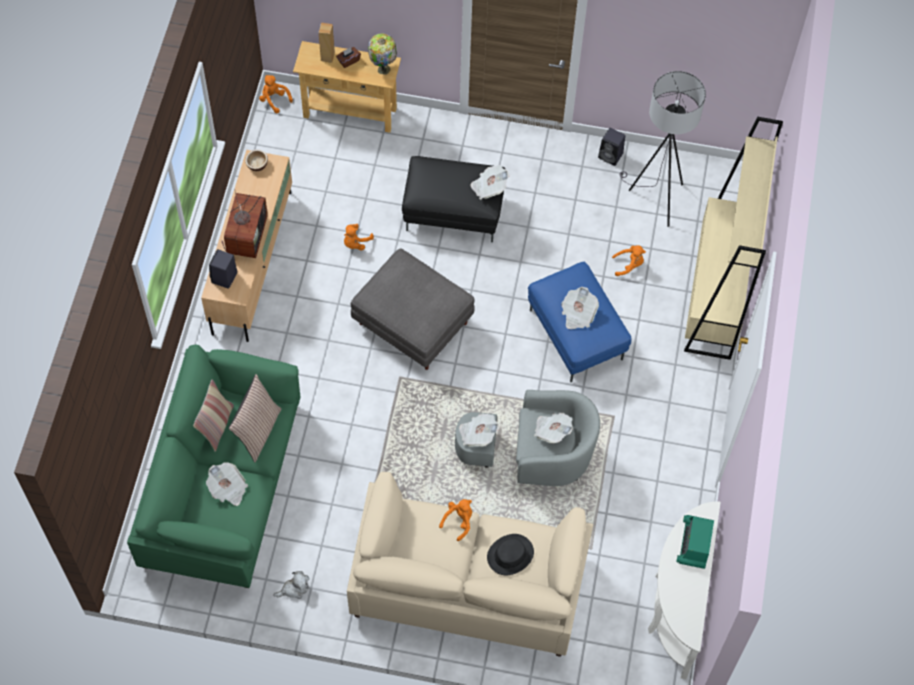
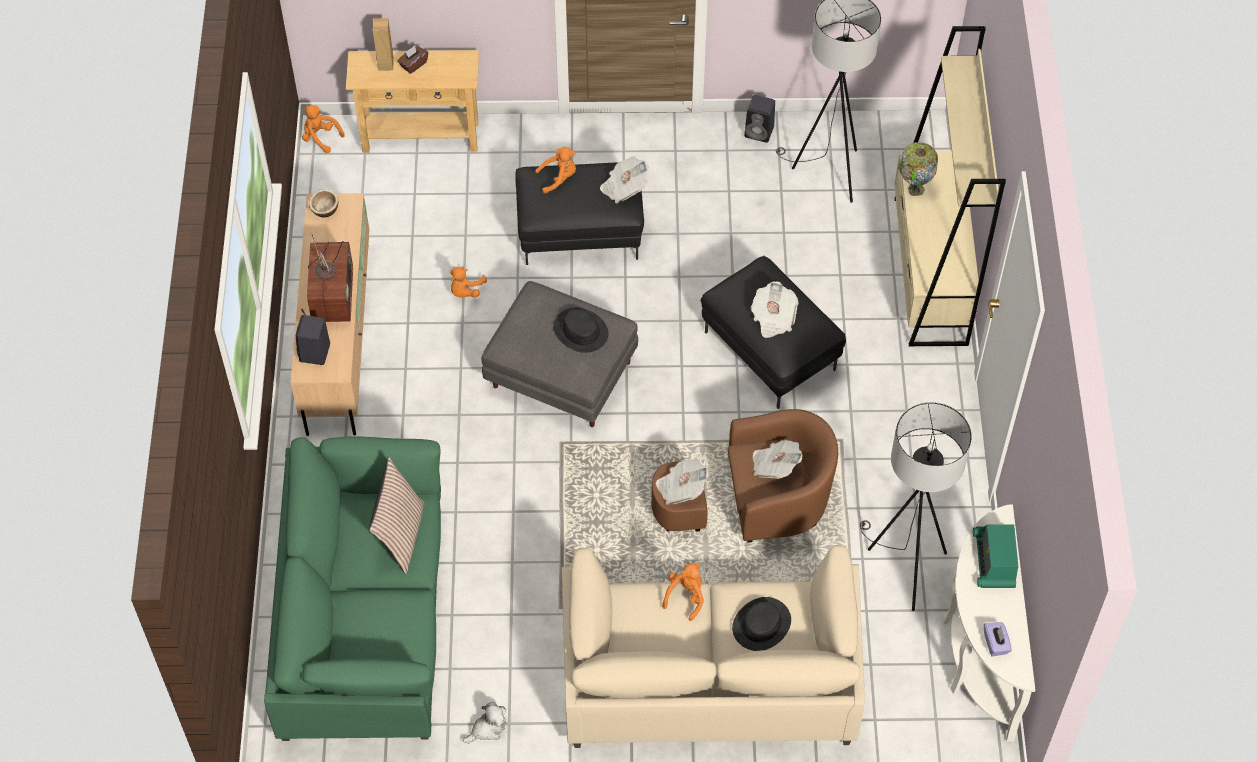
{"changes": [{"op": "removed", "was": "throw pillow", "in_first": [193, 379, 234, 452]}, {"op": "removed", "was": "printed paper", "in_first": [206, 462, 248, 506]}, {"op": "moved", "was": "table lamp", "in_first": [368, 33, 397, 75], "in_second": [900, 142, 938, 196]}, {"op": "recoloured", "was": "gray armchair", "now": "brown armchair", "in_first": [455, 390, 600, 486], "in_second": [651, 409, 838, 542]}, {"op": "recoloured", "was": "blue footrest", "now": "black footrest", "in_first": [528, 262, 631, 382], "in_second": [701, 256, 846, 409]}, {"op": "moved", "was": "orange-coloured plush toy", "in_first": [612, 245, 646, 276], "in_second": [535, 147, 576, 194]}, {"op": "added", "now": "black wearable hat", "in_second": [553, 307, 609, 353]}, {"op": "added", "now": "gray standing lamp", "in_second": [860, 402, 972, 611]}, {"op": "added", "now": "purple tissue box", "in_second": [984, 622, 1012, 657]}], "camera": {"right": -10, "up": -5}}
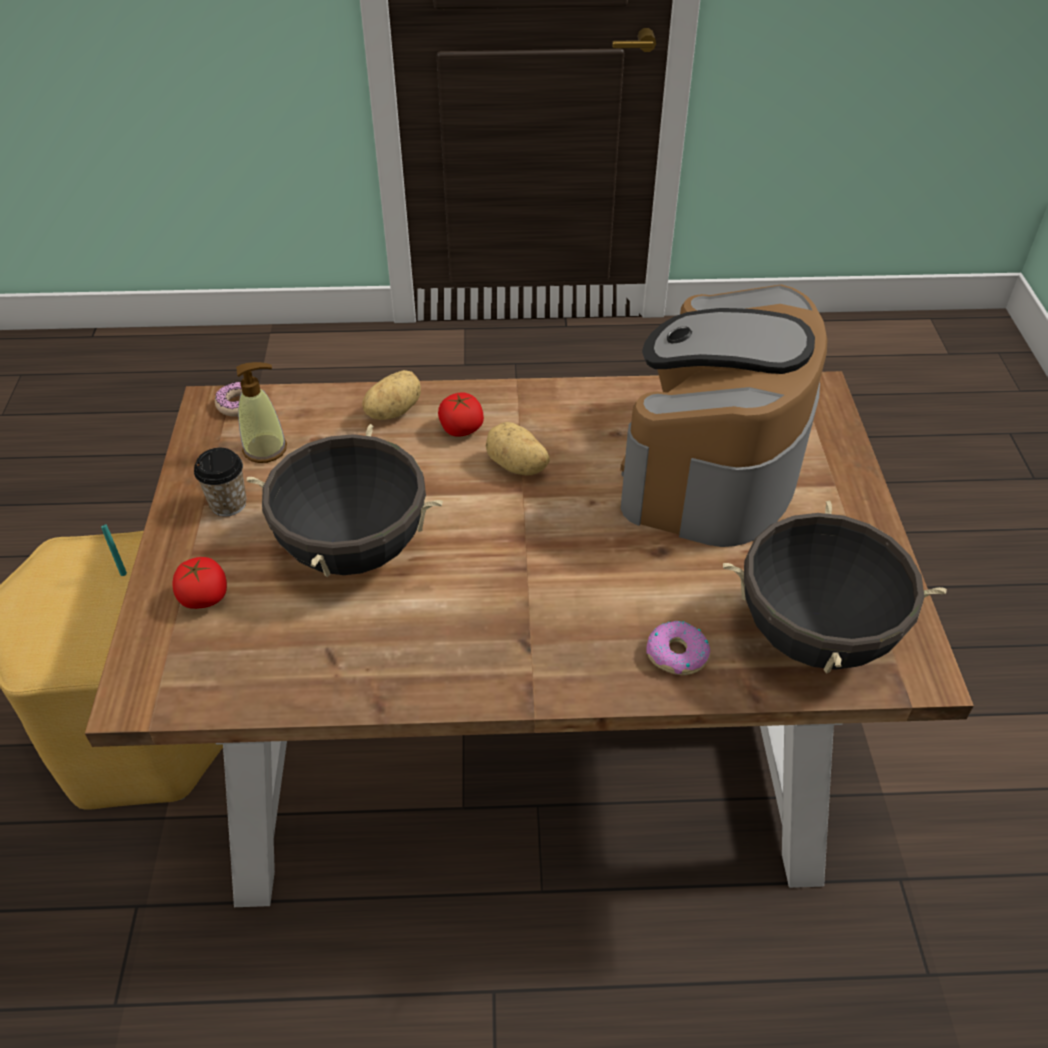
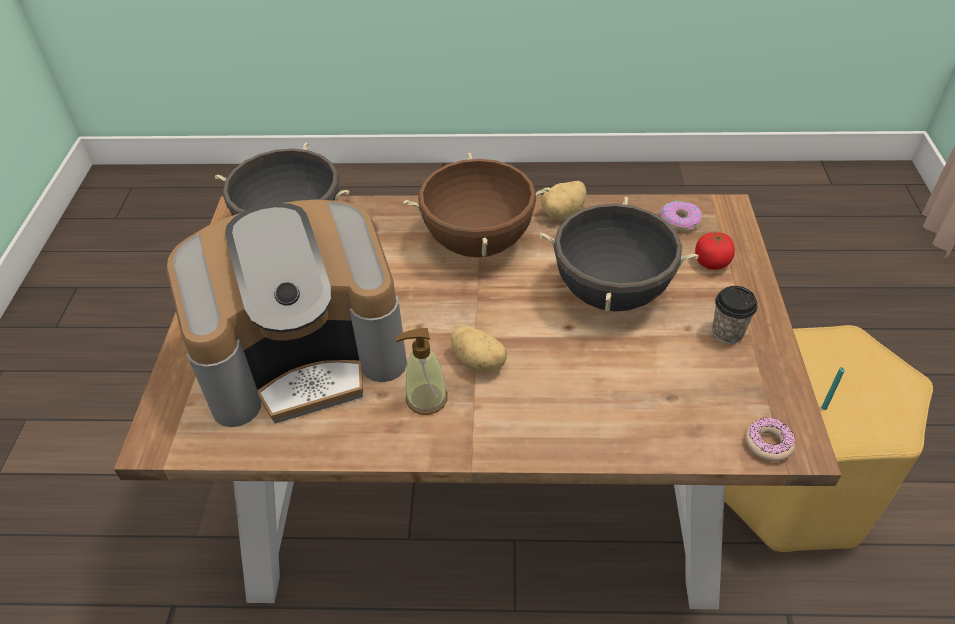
{"changes": [{"op": "moved", "was": "soap dispenser", "in_first": [236, 362, 287, 463], "in_second": [395, 328, 448, 415]}, {"op": "moved", "was": "spud", "in_first": [362, 370, 421, 420], "in_second": [541, 181, 587, 220]}, {"op": "removed", "was": "whole tomato", "in_first": [438, 392, 484, 437]}, {"op": "turned", "was": "coffee machine", "in_first": [620, 284, 827, 547], "in_second": [166, 200, 407, 427], "clockwise": 45}, {"op": "moved", "was": "donut", "in_first": [646, 621, 711, 675], "in_second": [660, 200, 702, 231]}, {"op": "added", "now": "brown saucepot", "in_second": [404, 152, 550, 257]}], "camera": {"right": -175, "up": 0}}
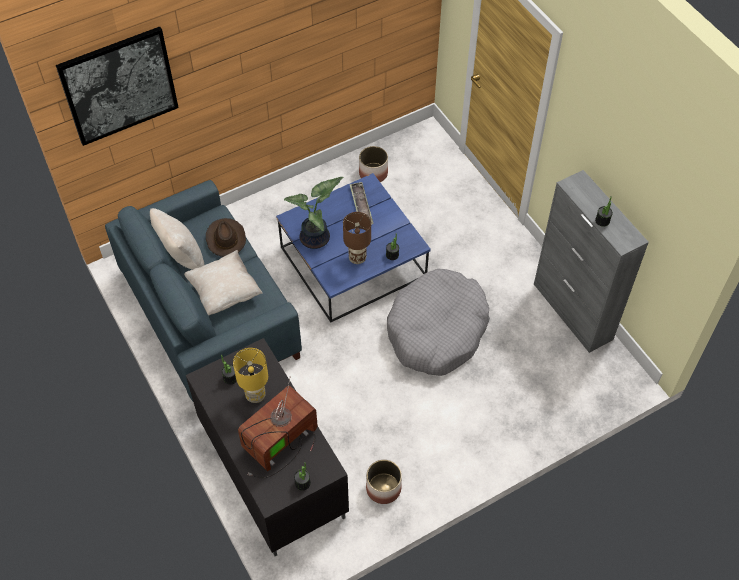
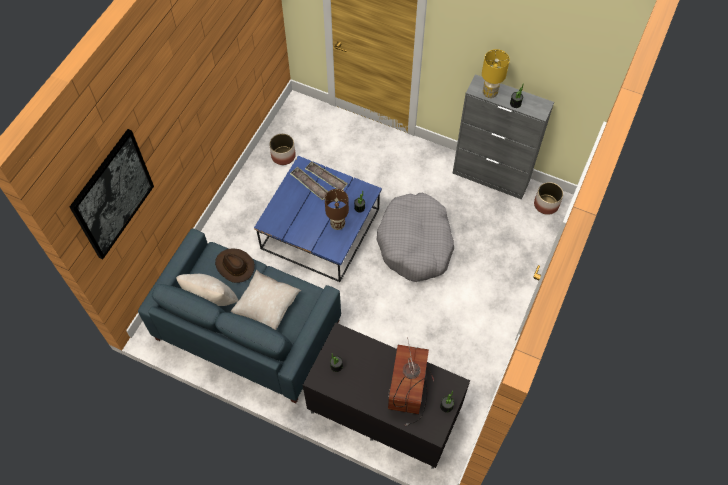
{"changes": [{"op": "moved", "was": "yellow-coloured table lamp", "in_first": [233, 348, 268, 403], "in_second": [482, 49, 510, 98]}, {"op": "removed", "was": "potted plant", "in_first": [284, 177, 343, 249]}, {"op": "moved", "was": "flower pot", "in_first": [366, 460, 402, 504], "in_second": [534, 182, 563, 215]}, {"op": "added", "now": "tray", "in_second": [305, 161, 348, 190]}], "camera": {"right": -35, "up": 5}}
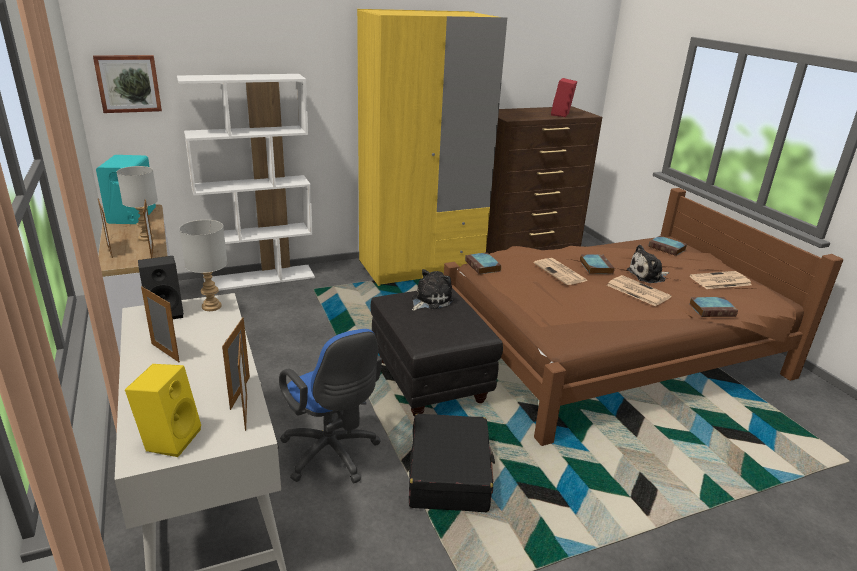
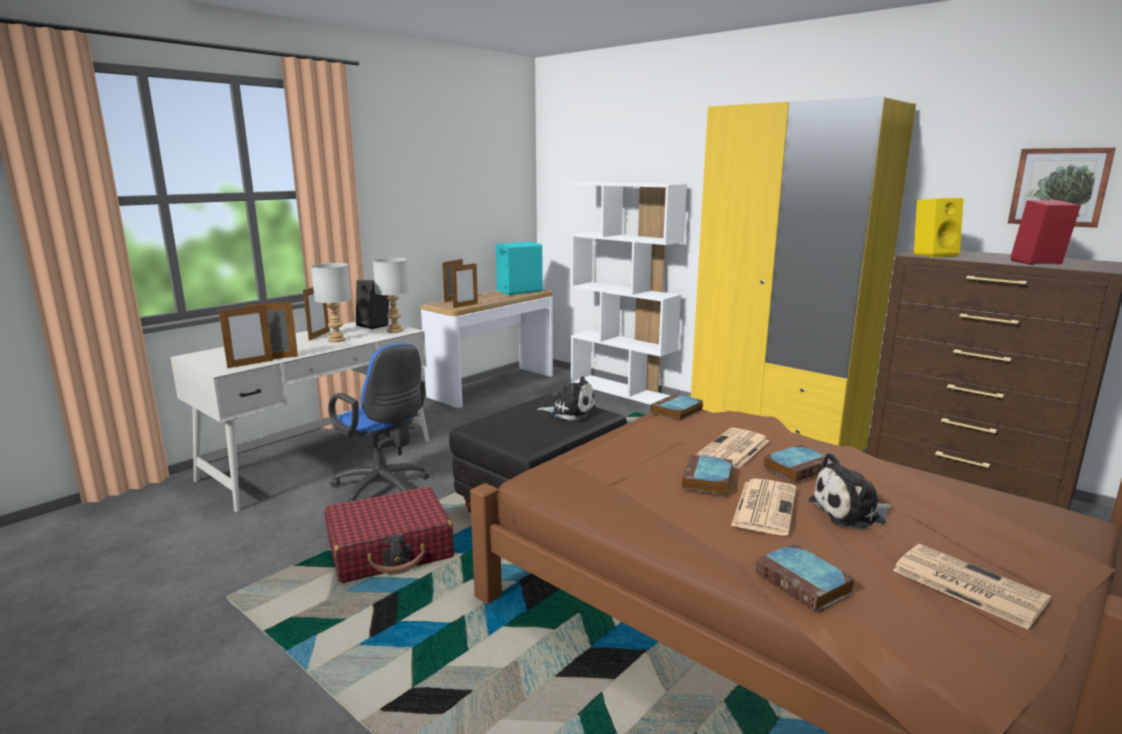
{"changes": [{"op": "moved", "was": "wall art", "in_first": [93, 55, 162, 113], "in_second": [1008, 148, 1116, 228]}, {"op": "moved", "was": "gray table lamp", "in_first": [117, 166, 158, 241], "in_second": [311, 263, 351, 342]}, {"op": "moved", "was": "yellow-coloured speaker", "in_first": [125, 364, 201, 457], "in_second": [914, 198, 964, 258]}, {"op": "turned", "was": "blue computer chair", "in_first": [279, 329, 382, 483], "in_second": [328, 344, 430, 502], "clockwise": -75}, {"op": "recoloured", "was": "black suitcase", "now": "red-coloured suitcase", "in_first": [409, 414, 495, 512], "in_second": [324, 487, 454, 583]}, {"op": "turned", "was": "plush toy", "in_first": [627, 245, 669, 283], "in_second": [809, 453, 892, 529], "clockwise": -60}, {"op": "moved", "was": "volume", "in_first": [648, 236, 687, 256], "in_second": [682, 454, 733, 495]}], "camera": {"right": 65, "up": -10}}
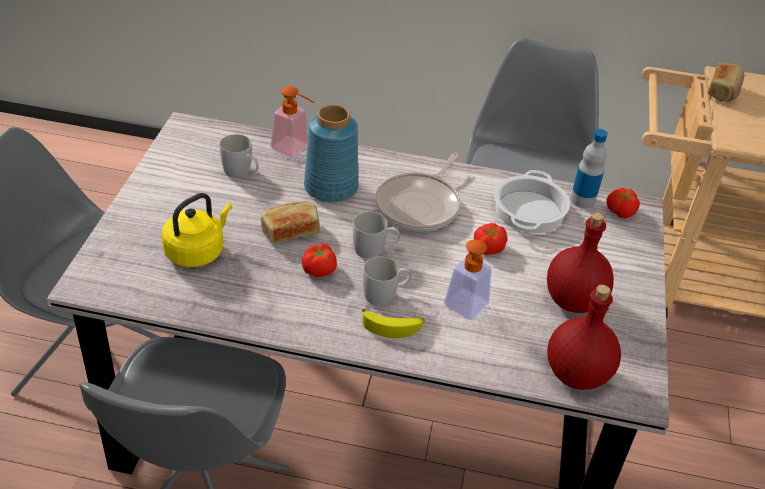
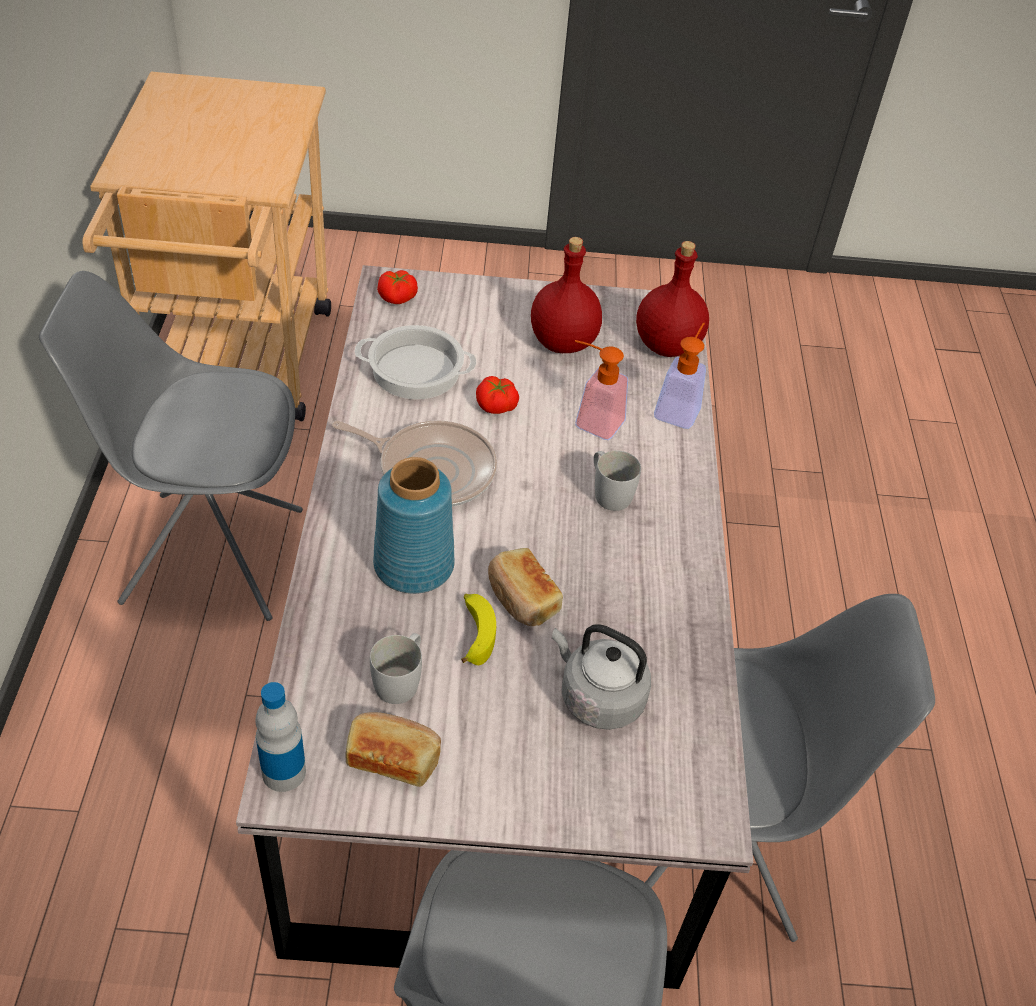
{"changes": [{"op": "recoloured", "was": "yellow-coloured tea kettle", "now": "gray tea kettle", "in_first": [162, 193, 232, 267], "in_second": [552, 624, 651, 730]}, {"op": "moved", "was": "soap dispenser", "in_first": [271, 86, 314, 157], "in_second": [654, 323, 706, 429]}, {"op": "removed", "was": "whole tomato", "in_first": [302, 243, 337, 277]}, {"op": "removed", "was": "white-coloured coffee mug", "in_first": [353, 212, 400, 259]}, {"op": "moved", "was": "banana", "in_first": [362, 309, 425, 338], "in_second": [461, 594, 496, 665]}, {"op": "moved", "was": "drink bottle", "in_first": [570, 129, 608, 208], "in_second": [255, 682, 306, 792]}, {"op": "moved", "was": "bread", "in_first": [708, 63, 744, 102], "in_second": [345, 712, 441, 787]}], "camera": {"right": -100, "up": 5}}
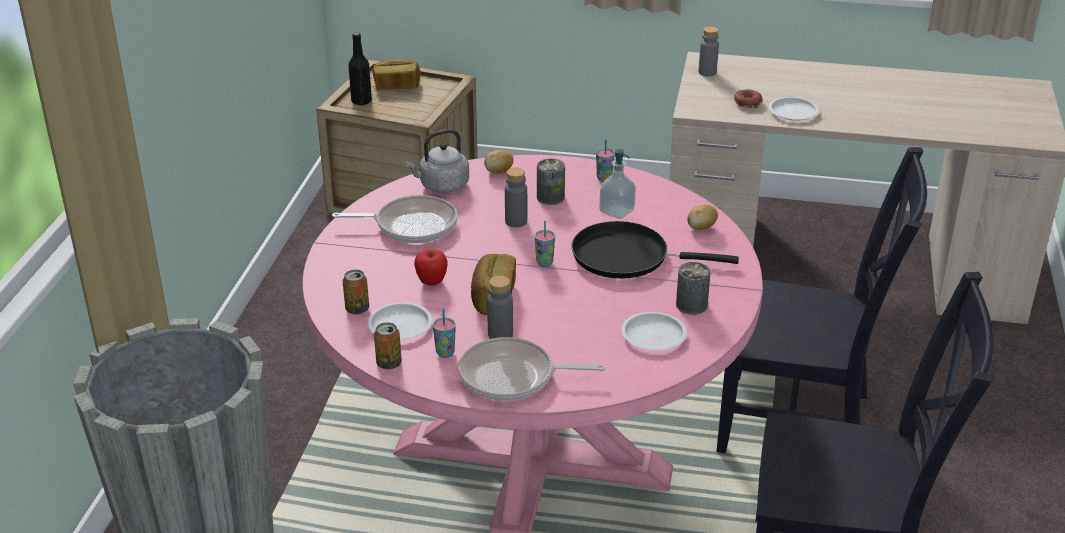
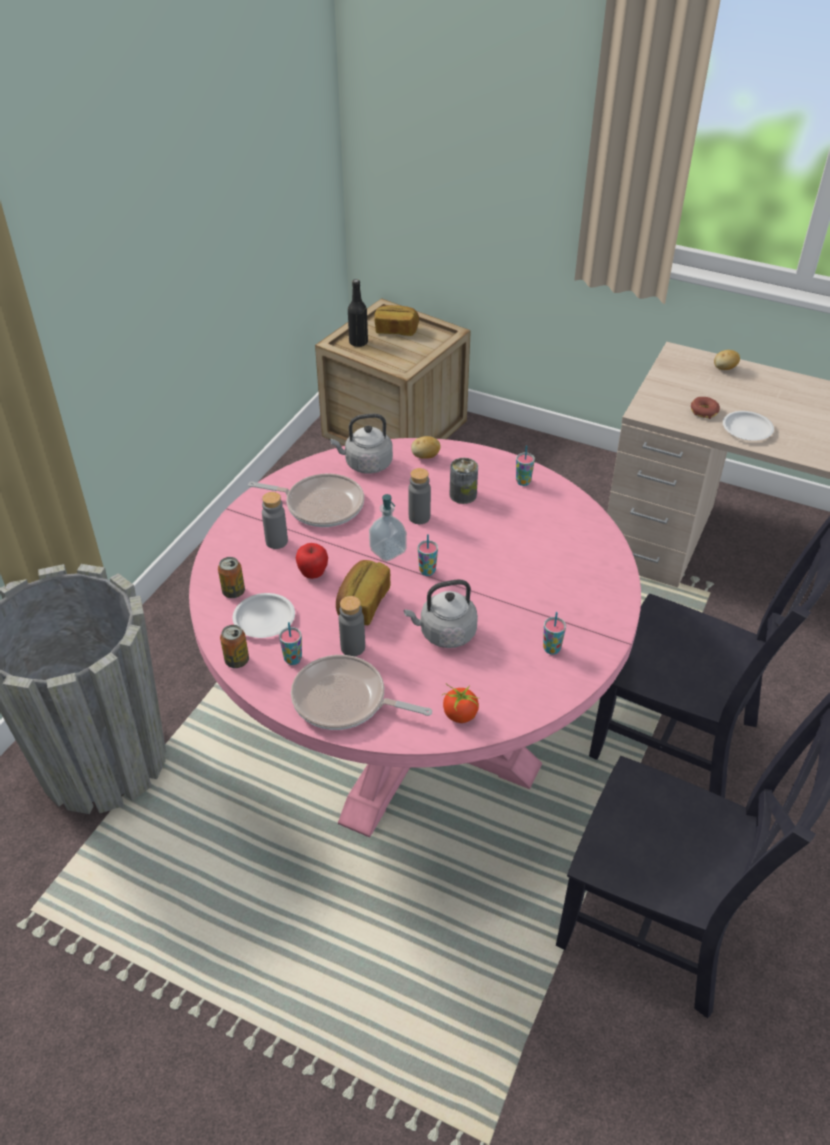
{"changes": [{"op": "removed", "was": "black frying pan", "in_first": [571, 221, 739, 279]}, {"op": "moved", "was": "soap dispenser", "in_first": [599, 149, 636, 219], "in_second": [369, 494, 407, 562]}, {"op": "removed", "was": "white-coloured dinner plate", "in_first": [621, 312, 687, 351]}, {"op": "replaced", "was": "can", "now": "cup", "in_first": [676, 262, 711, 315], "in_second": [543, 612, 566, 655]}, {"op": "moved", "was": "spud", "in_first": [687, 205, 718, 230], "in_second": [714, 350, 740, 370]}, {"op": "moved", "was": "gray drink bottle", "in_first": [698, 27, 719, 76], "in_second": [262, 492, 288, 549]}, {"op": "added", "now": "gray tea kettle", "in_second": [404, 580, 478, 648]}, {"op": "added", "now": "whole tomato", "in_second": [442, 685, 479, 723]}], "camera": {"right": 15, "up": 10}}
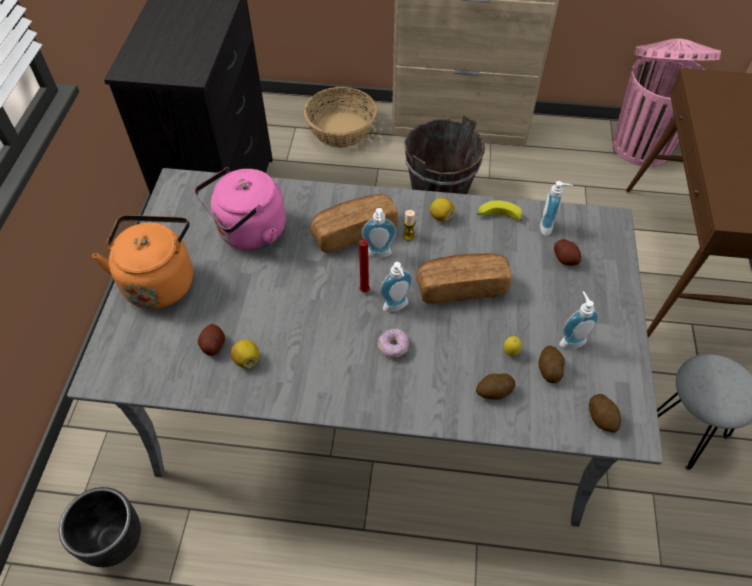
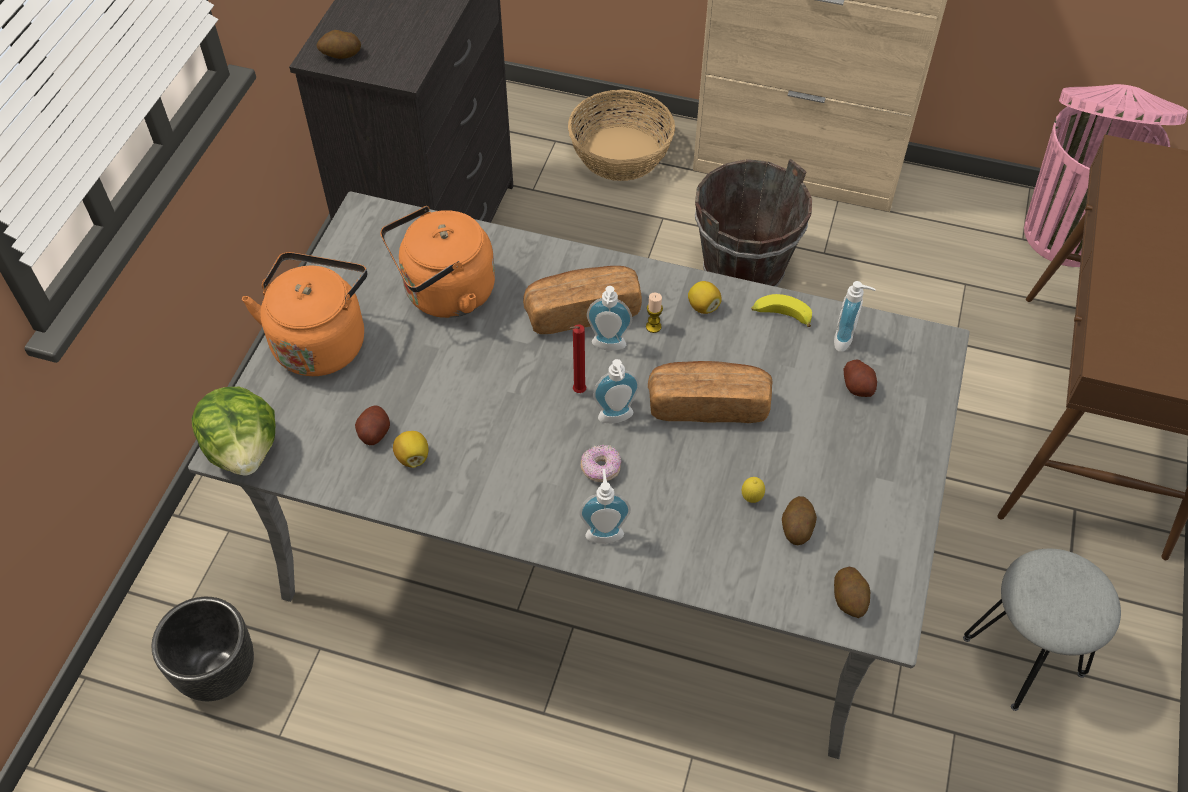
{"changes": [{"op": "recoloured", "was": "pink tea kettle", "now": "orange-coloured tea kettle", "in_first": [194, 167, 286, 250], "in_second": [380, 206, 495, 318]}, {"op": "moved", "was": "spud", "in_first": [476, 373, 515, 400], "in_second": [316, 30, 361, 59]}, {"op": "moved", "was": "soap dispenser", "in_first": [559, 291, 600, 349], "in_second": [579, 469, 631, 544]}, {"op": "added", "now": "head of lettuce", "in_second": [192, 387, 275, 476]}], "camera": {"right": 10, "up": 0}}
